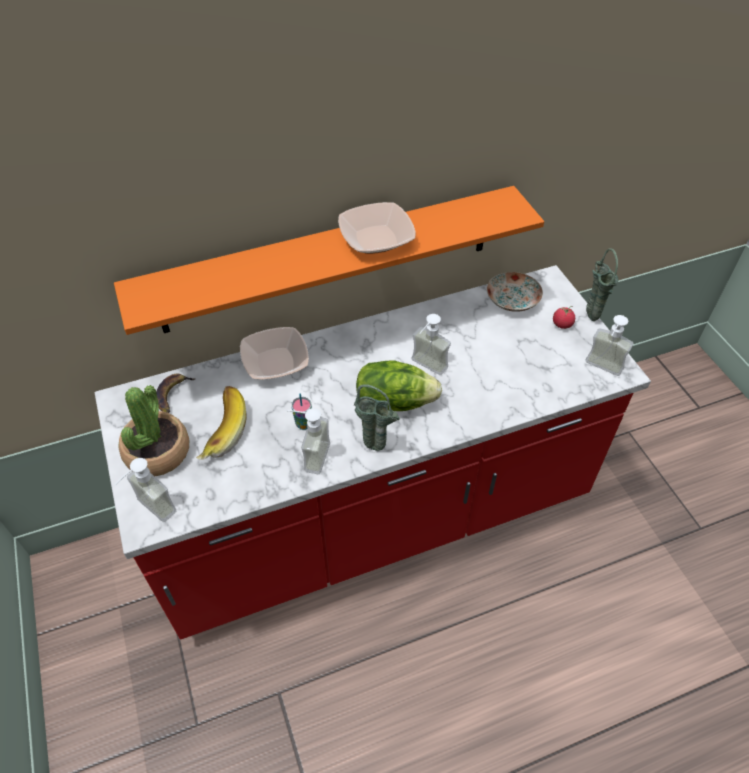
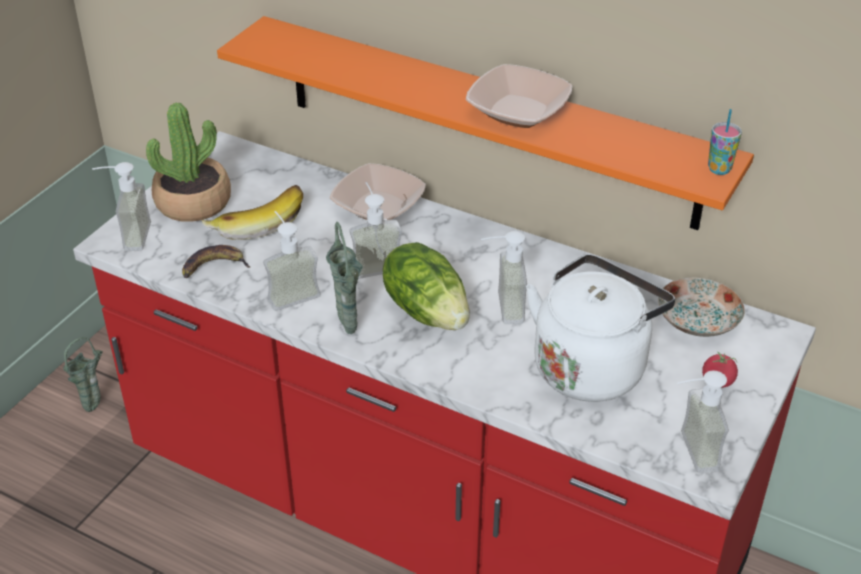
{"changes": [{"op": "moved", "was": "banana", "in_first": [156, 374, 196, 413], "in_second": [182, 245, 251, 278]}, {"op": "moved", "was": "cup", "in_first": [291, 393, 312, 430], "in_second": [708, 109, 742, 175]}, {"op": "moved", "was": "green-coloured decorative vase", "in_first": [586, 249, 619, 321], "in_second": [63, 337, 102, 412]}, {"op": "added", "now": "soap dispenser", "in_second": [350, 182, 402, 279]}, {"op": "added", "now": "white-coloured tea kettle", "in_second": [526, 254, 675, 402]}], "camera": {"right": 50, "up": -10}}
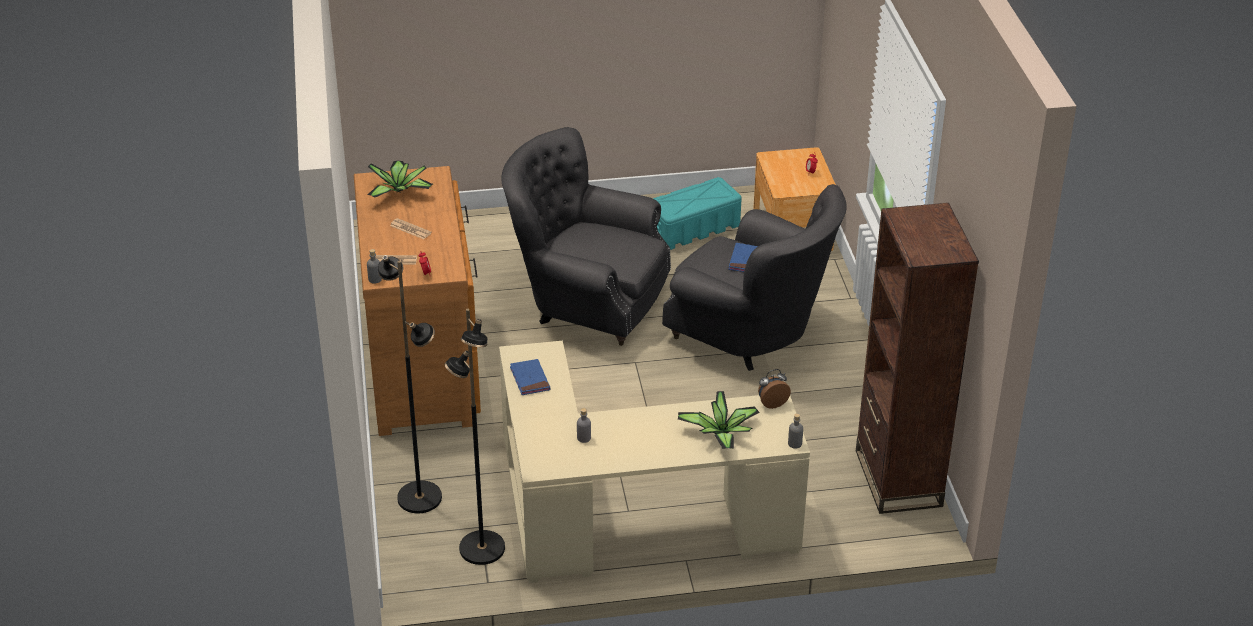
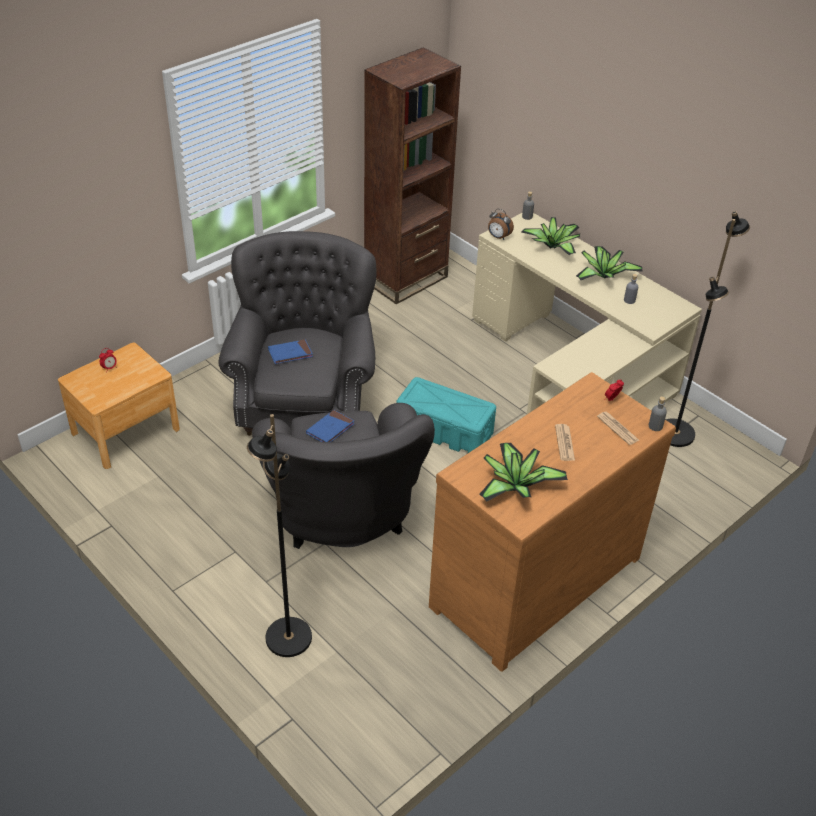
{"changes": [{"op": "moved", "was": "black standing lamp", "in_first": [378, 255, 442, 513], "in_second": [247, 414, 312, 657]}, {"op": "moved", "was": "blue volume", "in_first": [510, 359, 550, 395], "in_second": [306, 410, 355, 442]}, {"op": "moved", "was": "blue-green storage container", "in_first": [653, 177, 742, 250], "in_second": [396, 377, 496, 453]}, {"op": "added", "now": "potted plant", "in_second": [576, 246, 643, 280]}], "camera": {"right": -125, "up": 5}}
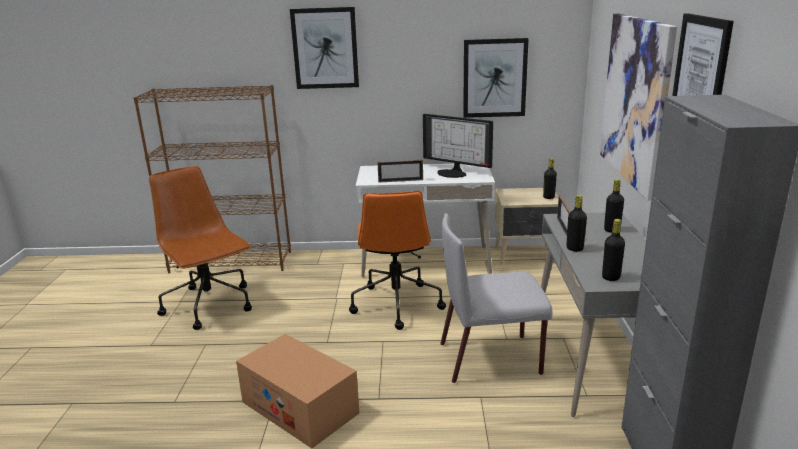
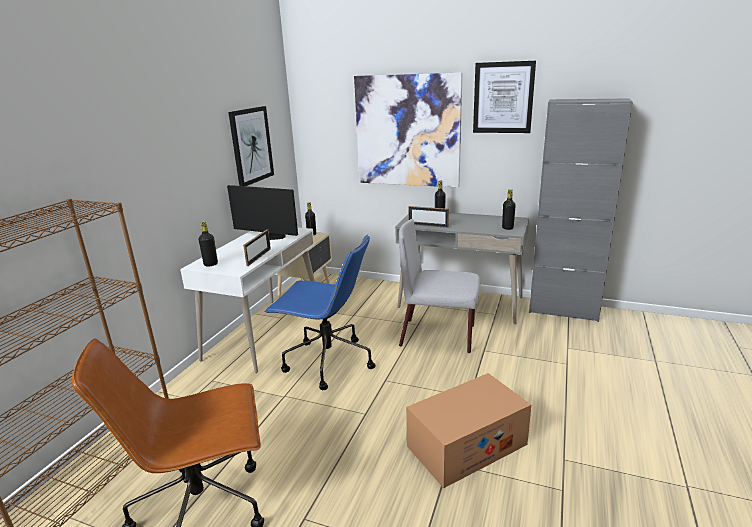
{"changes": [{"op": "removed", "was": "wall art", "in_first": [290, 7, 359, 89]}, {"op": "recoloured", "was": "orange-coloured computer chair", "now": "blue computer chair", "in_first": [349, 191, 446, 330], "in_second": [264, 235, 376, 390]}, {"op": "turned", "was": "computer display", "in_first": [423, 114, 493, 178], "in_second": [227, 185, 298, 240], "clockwise": -120}, {"op": "turned", "was": "gray upright chair", "in_first": [440, 213, 553, 383], "in_second": [399, 219, 480, 353], "clockwise": 90}, {"op": "moved", "was": "black drink bottle", "in_first": [566, 195, 587, 252], "in_second": [199, 221, 218, 267]}], "camera": {"right": -70, "up": 0}}
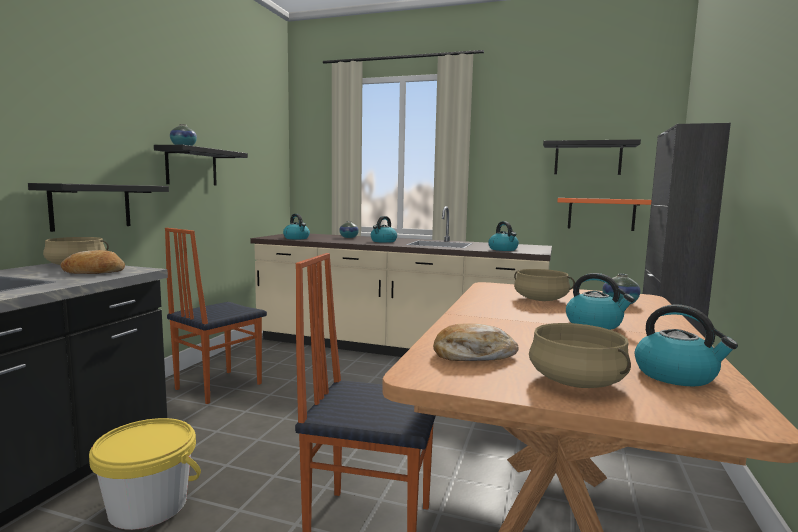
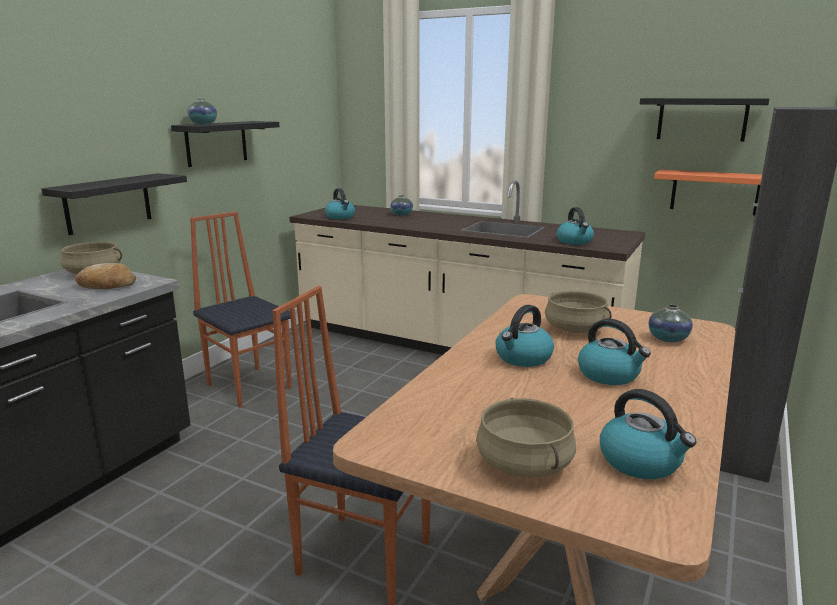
{"changes": [{"op": "removed", "was": "yellow-coloured water bucket", "in_first": [89, 418, 201, 530]}, {"op": "turned", "was": "upright chair", "in_first": [165, 228, 267, 404], "in_second": [190, 212, 292, 407], "clockwise": 90}, {"op": "moved", "was": "tea kettle", "in_first": [371, 216, 397, 243], "in_second": [495, 305, 554, 367]}, {"op": "removed", "was": "bread", "in_first": [433, 323, 519, 361]}], "camera": {"right": 10, "up": 10}}
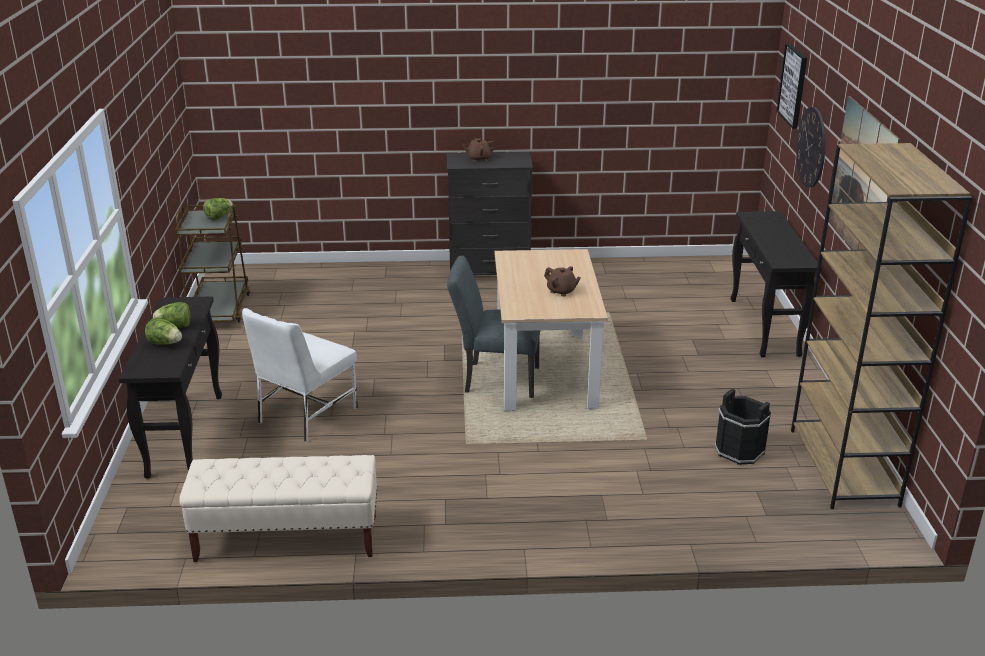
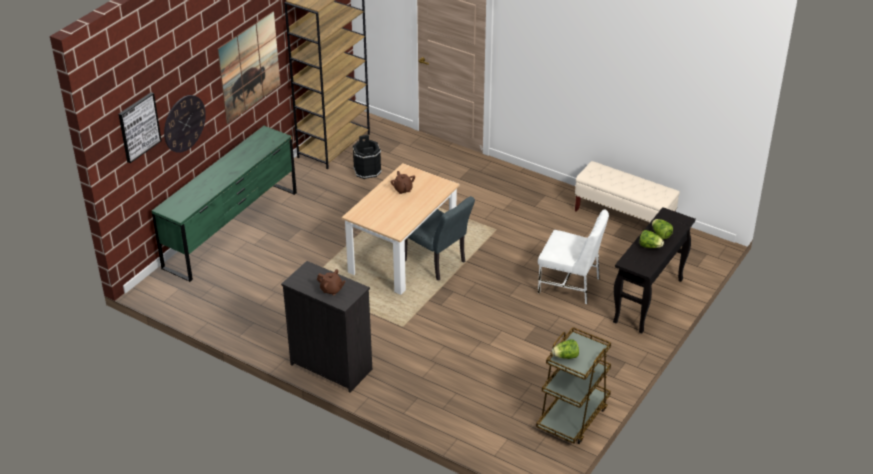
{"changes": [{"op": "turned", "was": "white-coloured upright chair", "in_first": [242, 308, 358, 442], "in_second": [538, 209, 609, 304], "clockwise": 45}, {"op": "replaced", "was": "black hall table", "now": "green-coloured dresser", "in_first": [730, 211, 822, 357], "in_second": [152, 126, 297, 282]}], "camera": {"right": -145, "up": 10}}
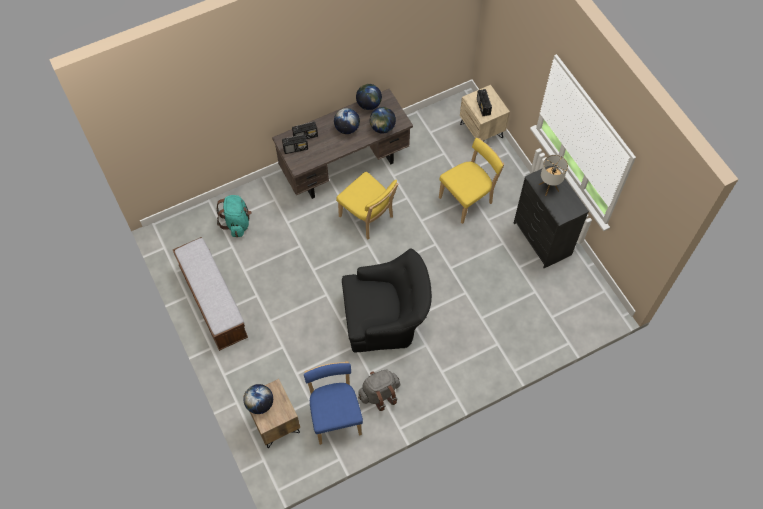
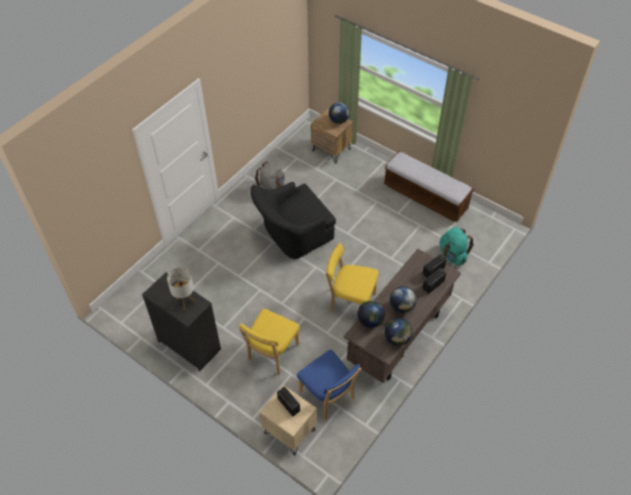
{"changes": [{"op": "moved", "was": "blue upright chair", "in_first": [304, 361, 363, 445], "in_second": [297, 350, 362, 420]}], "camera": {"right": 155, "up": -10}}
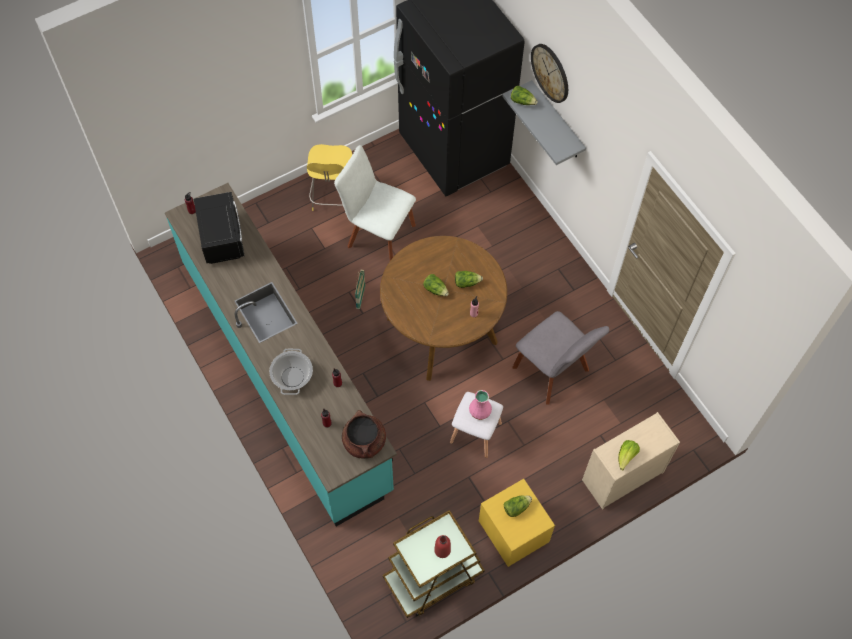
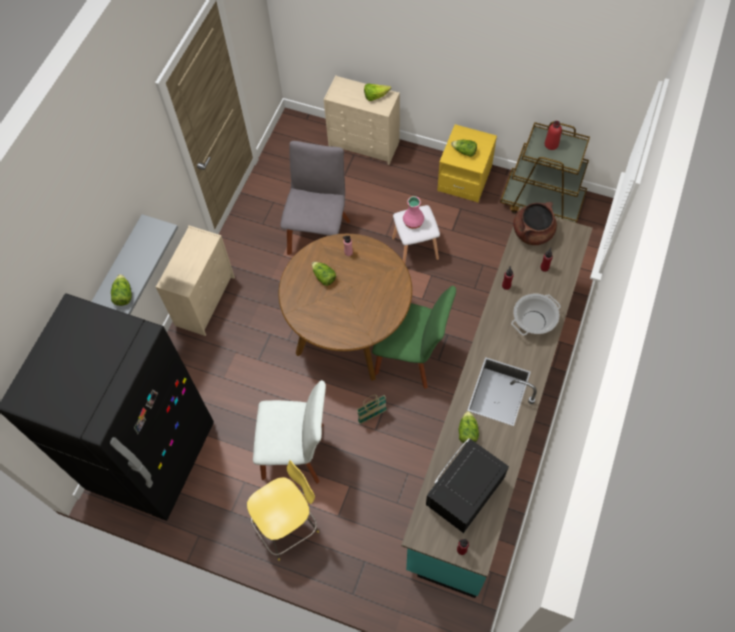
{"changes": [{"op": "turned", "was": "white-coloured upright chair", "in_first": [334, 145, 416, 261], "in_second": [253, 380, 326, 484], "clockwise": -75}, {"op": "moved", "was": "head of lettuce", "in_first": [423, 274, 449, 296], "in_second": [459, 411, 479, 444]}, {"op": "removed", "was": "clock on the wall", "in_first": [531, 44, 568, 103]}, {"op": "added", "now": "beige dresser", "in_second": [155, 225, 235, 336]}, {"op": "added", "now": "green-coloured upright chair", "in_second": [372, 286, 456, 389]}], "camera": {"right": -125, "up": 0}}
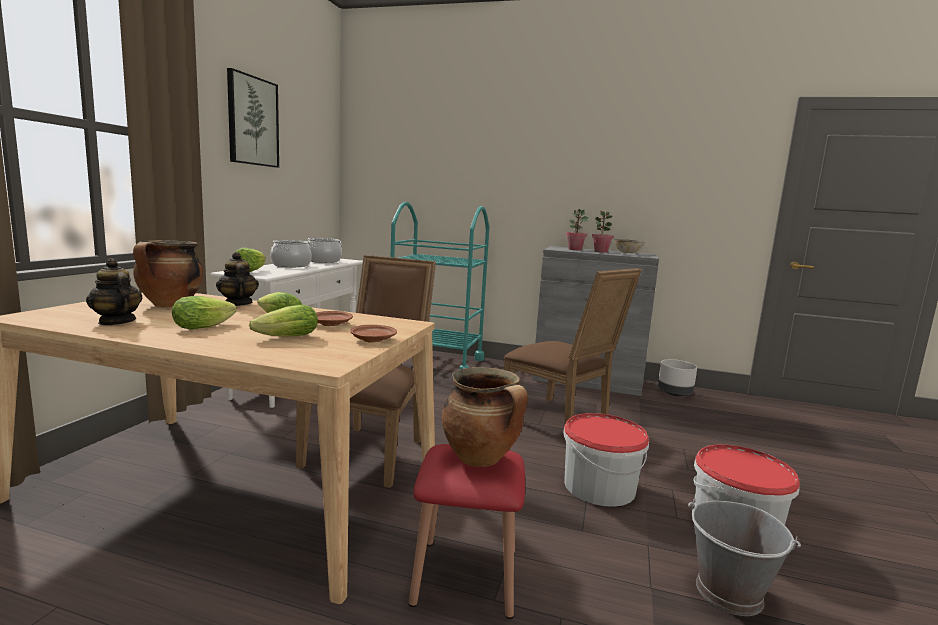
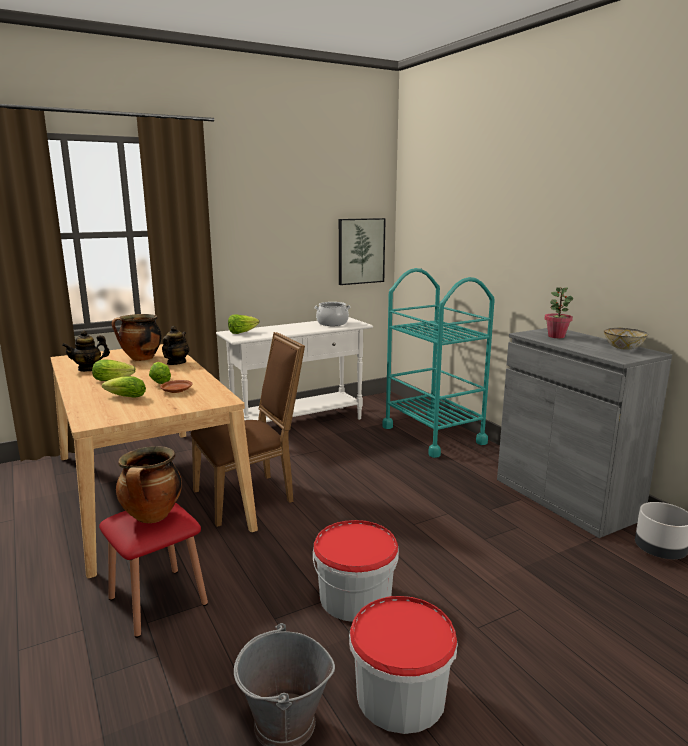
{"changes": [{"op": "turned", "was": "tea pot", "in_first": [86, 258, 142, 325], "in_second": [62, 330, 110, 372], "clockwise": -120}, {"op": "moved", "was": "wall art", "in_first": [227, 68, 279, 168], "in_second": [339, 218, 386, 285]}, {"op": "removed", "was": "saucepot", "in_first": [270, 240, 312, 267]}, {"op": "removed", "was": "brown dinner plate", "in_first": [350, 325, 397, 342]}, {"op": "removed", "was": "brown upright chair", "in_first": [504, 268, 642, 441]}, {"op": "removed", "was": "potted plant", "in_first": [592, 211, 614, 253]}], "camera": {"right": 45, "up": 5}}
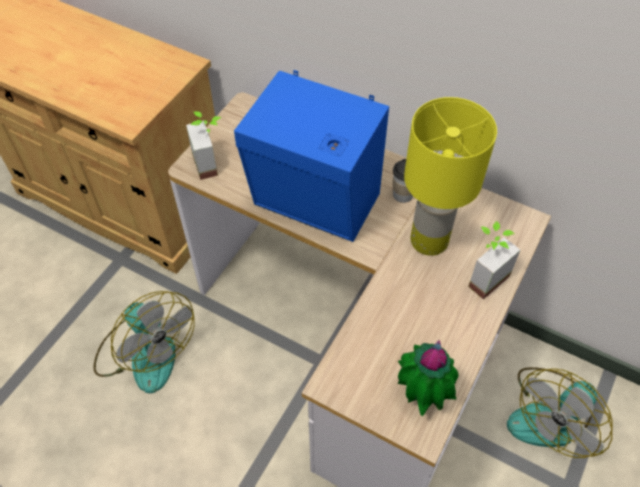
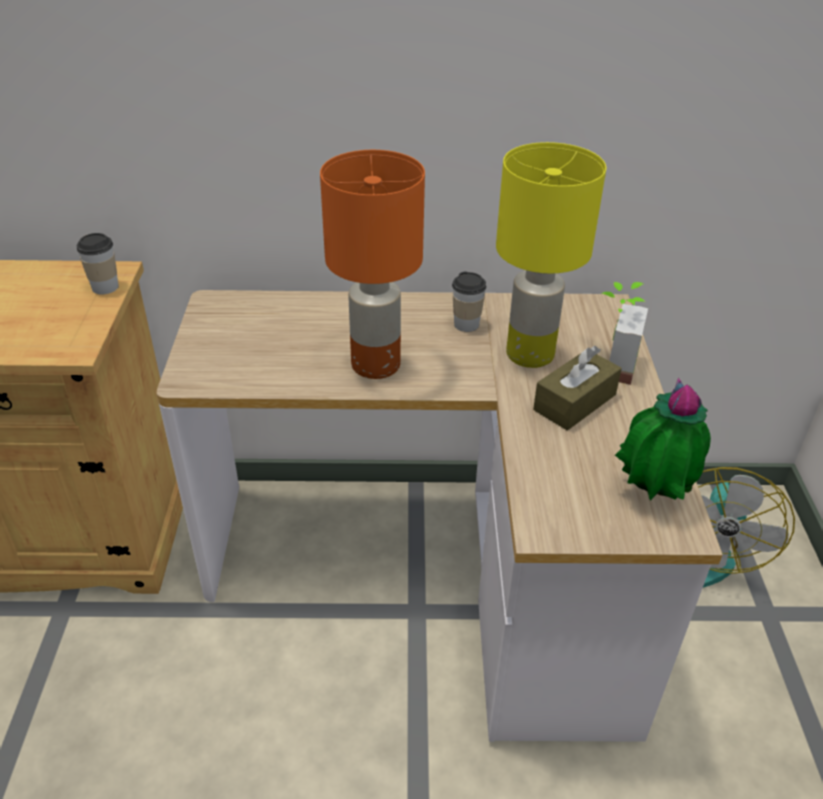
{"changes": [{"op": "removed", "was": "fan", "in_first": [93, 291, 195, 393]}, {"op": "removed", "was": "potted plant", "in_first": [186, 111, 222, 180]}, {"op": "replaced", "was": "blue speaker", "now": "orange-coloured table lamp", "in_first": [234, 70, 389, 242], "in_second": [320, 150, 425, 379]}, {"op": "added", "now": "cup", "in_second": [77, 233, 119, 294]}, {"op": "added", "now": "brown tissue box", "in_second": [533, 346, 622, 430]}], "camera": {"right": -30, "up": -15}}
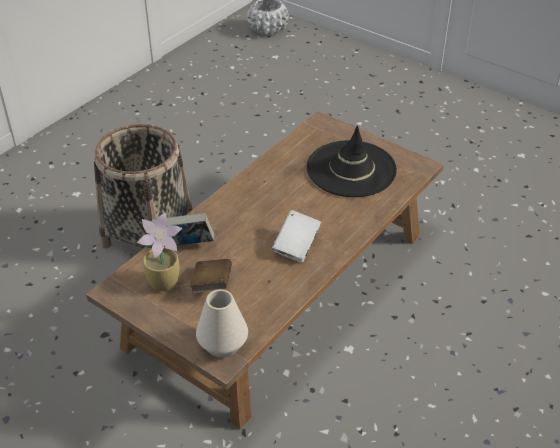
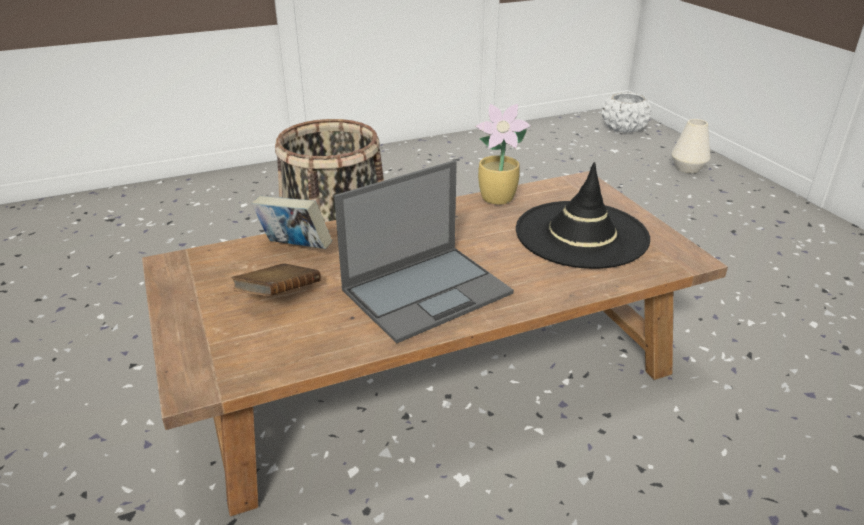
{"changes": [{"op": "moved", "was": "potted plant", "in_first": [136, 213, 182, 291], "in_second": [475, 104, 531, 205]}, {"op": "moved", "was": "white-coloured decorative vase", "in_first": [196, 289, 248, 358], "in_second": [671, 119, 711, 173]}, {"op": "replaced", "was": "white-coloured volume", "now": "notebook computer", "in_first": [272, 210, 321, 262], "in_second": [334, 160, 514, 343]}], "camera": {"right": 30, "up": -10}}
